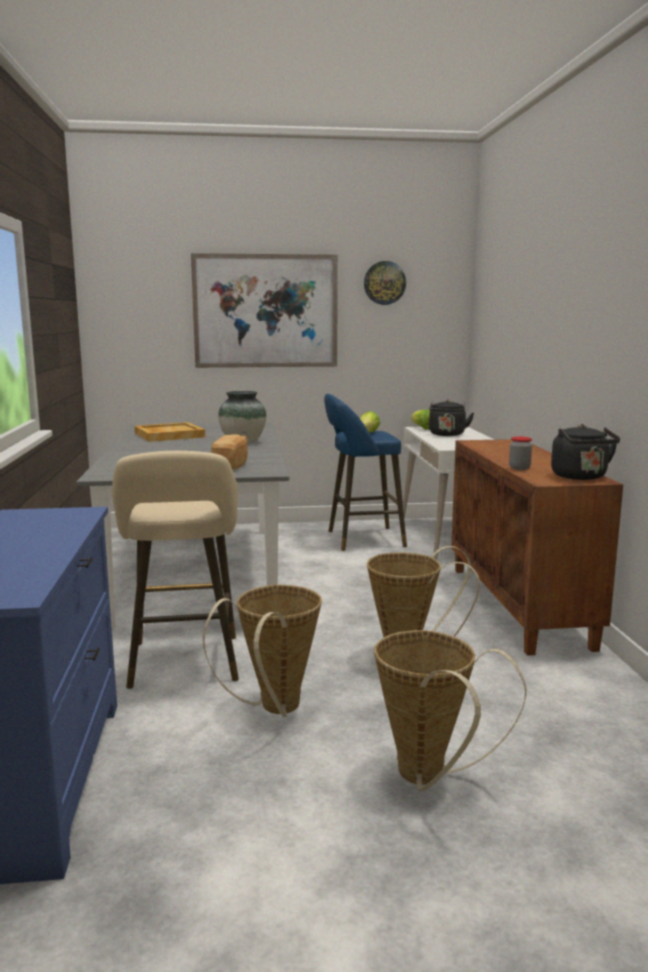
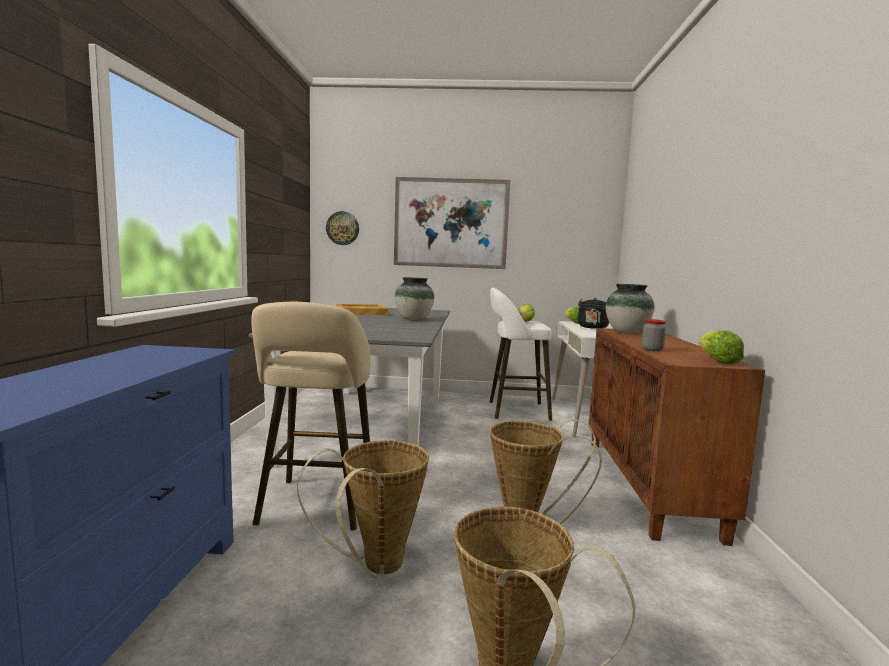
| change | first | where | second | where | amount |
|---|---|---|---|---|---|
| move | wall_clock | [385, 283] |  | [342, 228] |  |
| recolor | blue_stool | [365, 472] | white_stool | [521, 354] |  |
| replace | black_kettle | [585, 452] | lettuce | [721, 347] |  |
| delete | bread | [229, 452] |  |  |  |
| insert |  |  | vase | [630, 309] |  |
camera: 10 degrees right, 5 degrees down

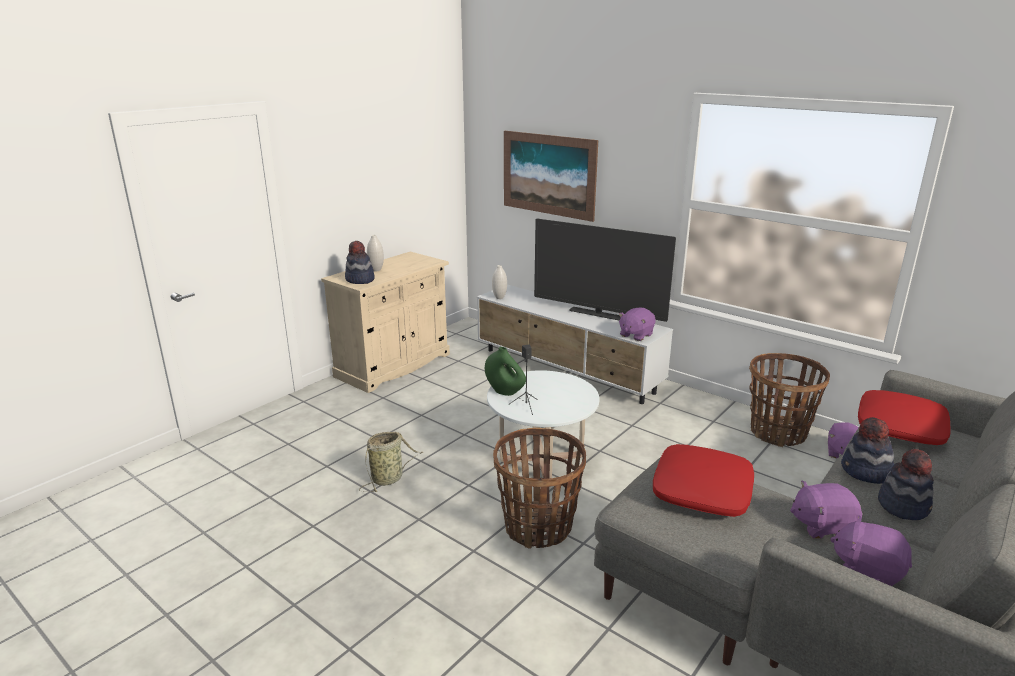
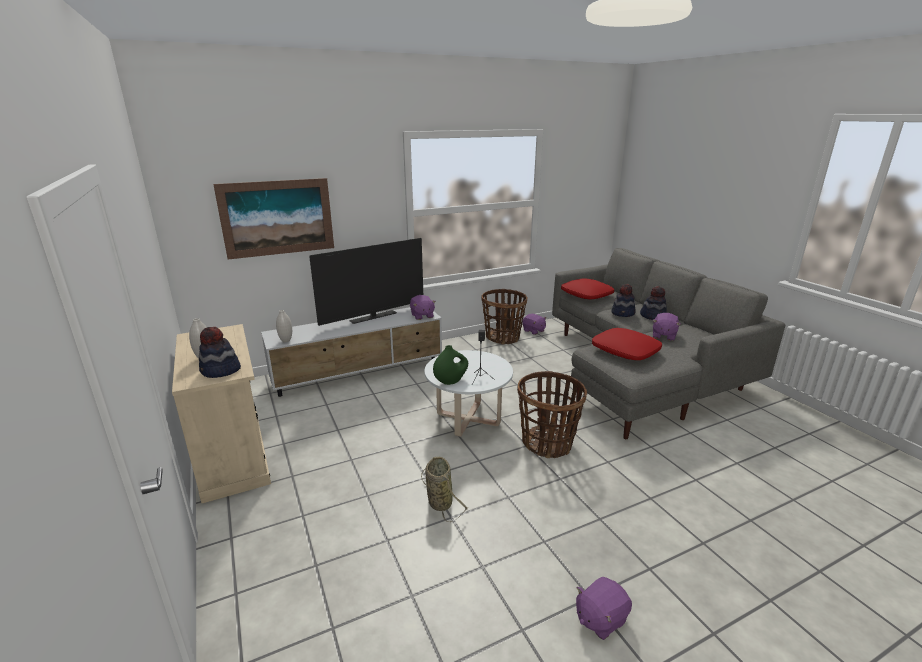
| change | first | where | second | where | amount |
|---|---|---|---|---|---|
| move | purple_plush_toy | [871, 551] |  | [604, 608] |  |
camera: 65 degrees left, 0 degrees up

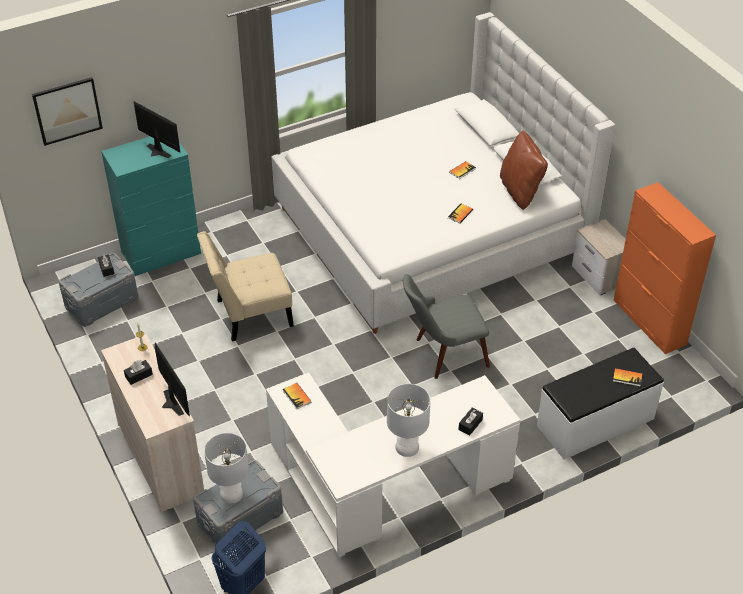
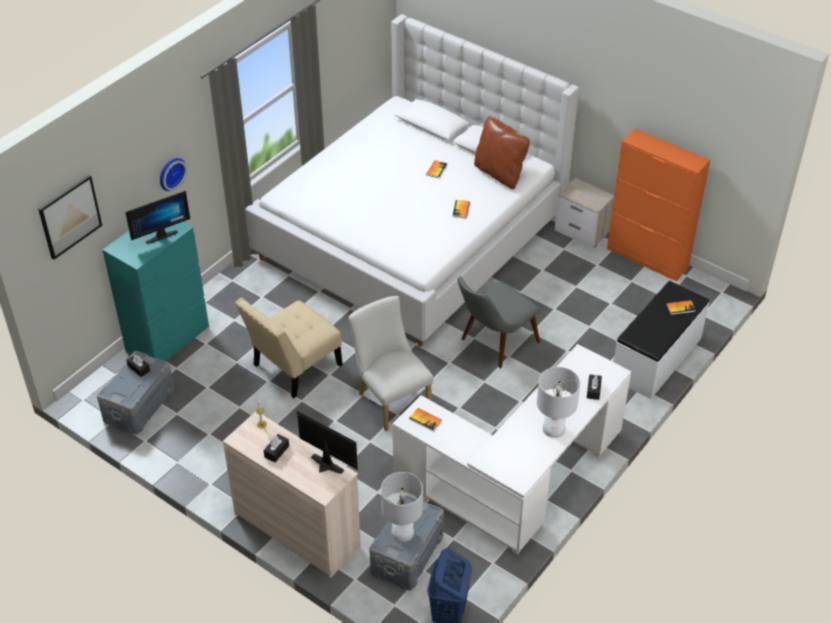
| change | first | where | second | where | amount |
|---|---|---|---|---|---|
| rotate | monitor | [156, 129] |  | [157, 217] | 135 degrees clockwise |
| insert |  |  | wall_clock | [173, 174] |  |
| insert |  |  | white_chair | [390, 363] |  |
camera: 25 degrees left, 0 degrees up

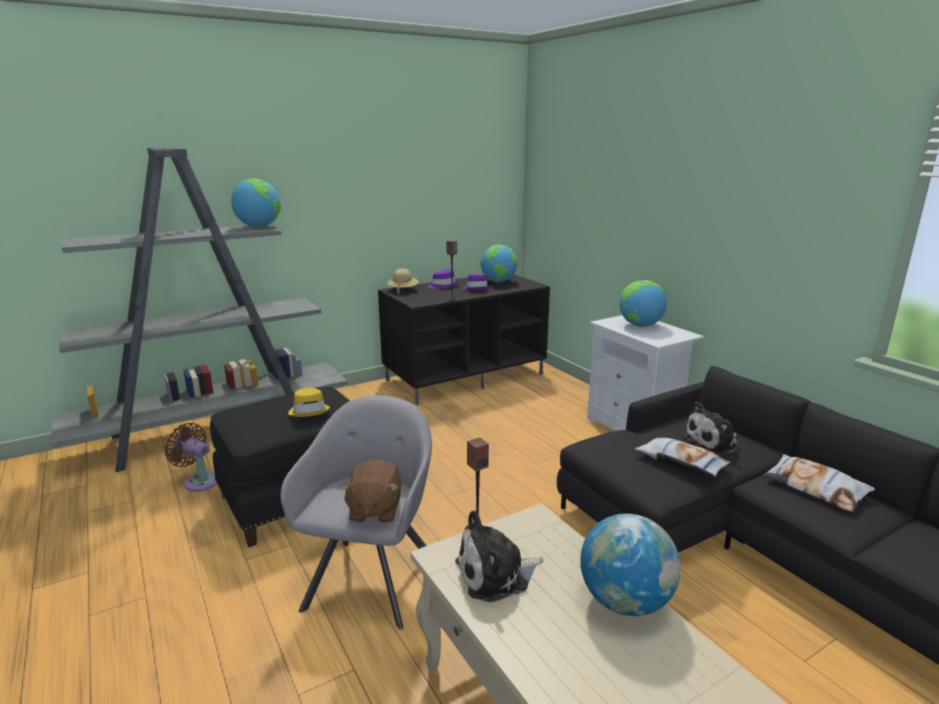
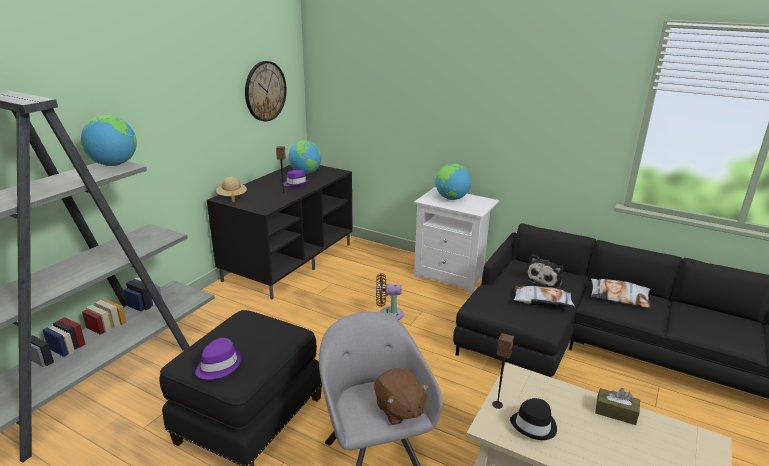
| change | first | where | second | where | amount |
|---|---|---|---|---|---|
| move | purple_hat | [443, 279] |  | [218, 358] |  |
| delete | yellow_hat | [309, 402] |  |  |  |
| move | brown_fan | [191, 457] |  | [390, 296] |  |
| replace | plush_toy | [499, 556] | black_hat | [533, 419] |  |
| replace | globe | [630, 565] | brown_tissue_box | [617, 406] |  |
| insert |  |  | wall_clock | [266, 91] |  |
camera: 30 degrees left, 5 degrees up

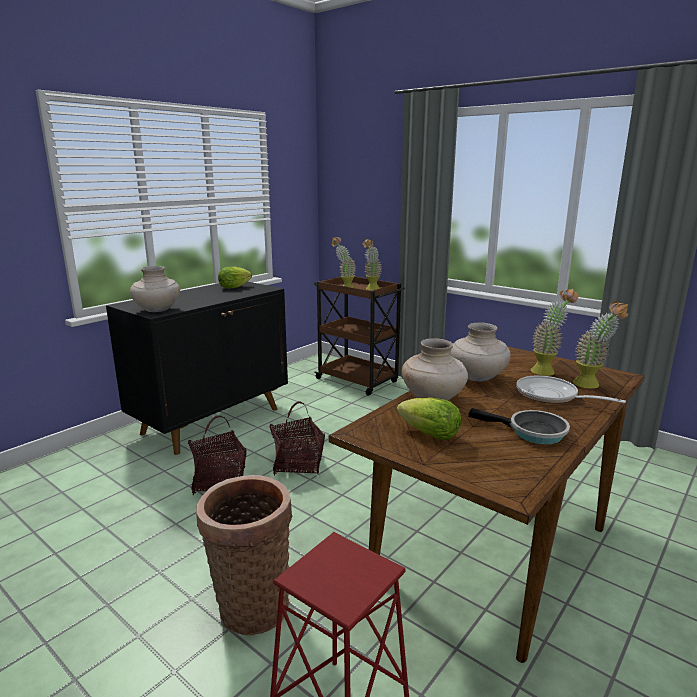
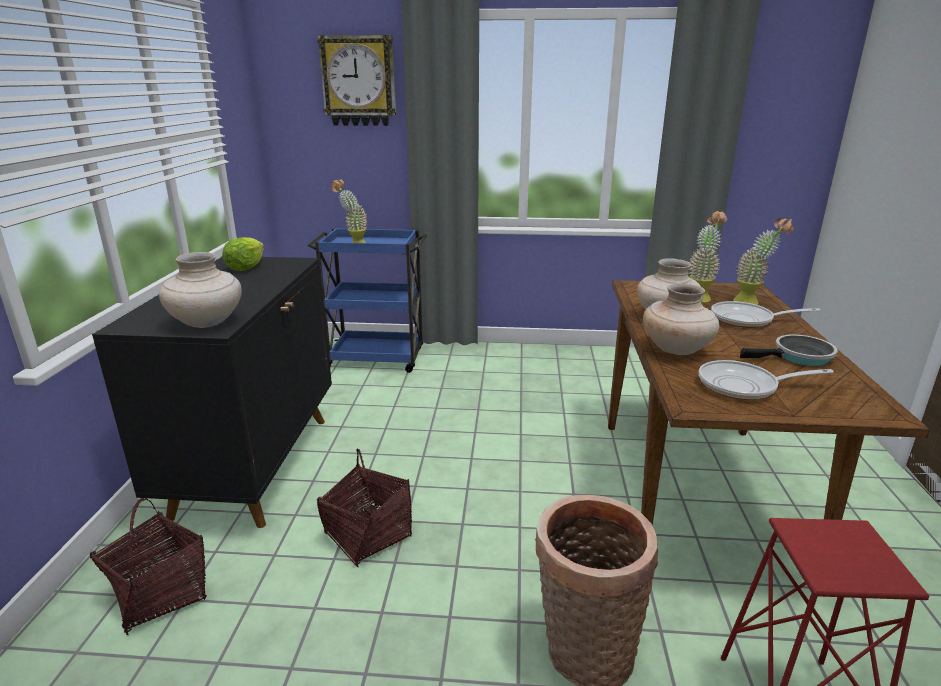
| change | first | where | second | where | amount |
|---|---|---|---|---|---|
| delete | potted_plant | [372, 264] |  |  |  |
| recolor | brown_cart | [359, 336] | blue_cart | [367, 300] |  |
| replace | lettuce | [429, 419] | frying_pan | [766, 380] |  |
| move | basket | [297, 438] |  | [148, 566] |  |
| insert |  |  | wall_clock | [356, 80] |  |
camera: 35 degrees left, 5 degrees up

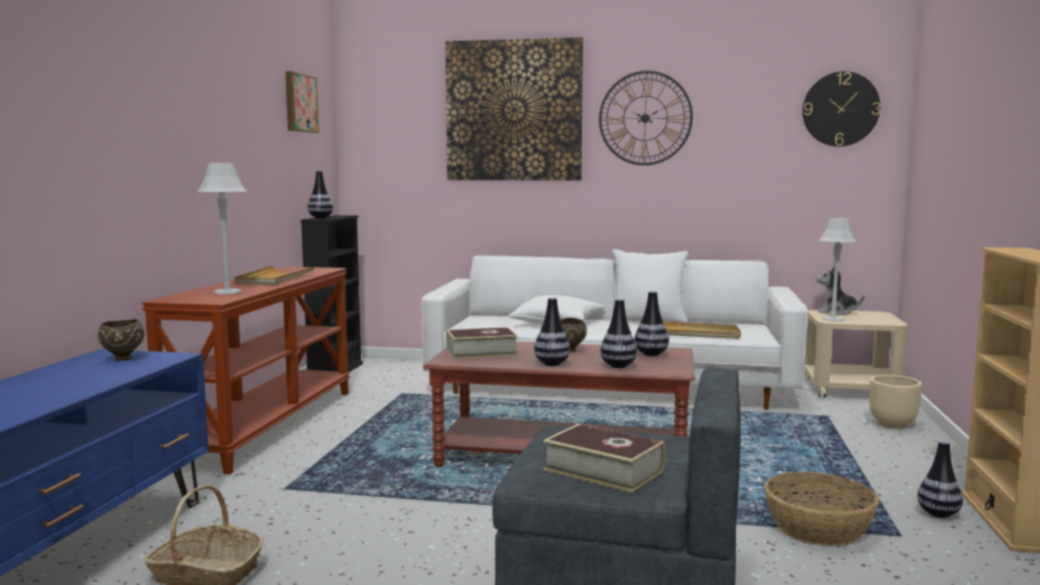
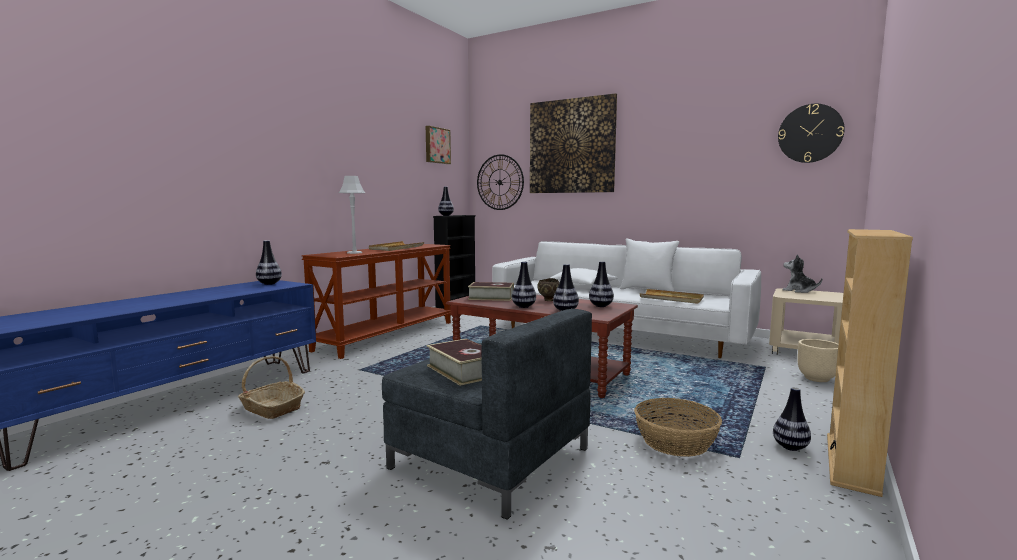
| change | first | where | second | where | amount |
|---|---|---|---|---|---|
| move | wall_clock | [646, 118] |  | [500, 182] |  |
| delete | grey_table_lamp | [838, 270] |  |  |  |
| replace | brown_bowl | [121, 340] | vase | [269, 262] |  |
camera: 20 degrees right, 0 degrees up

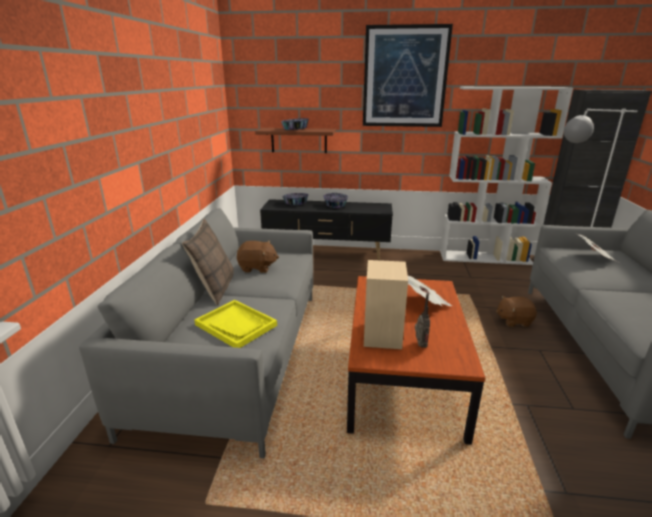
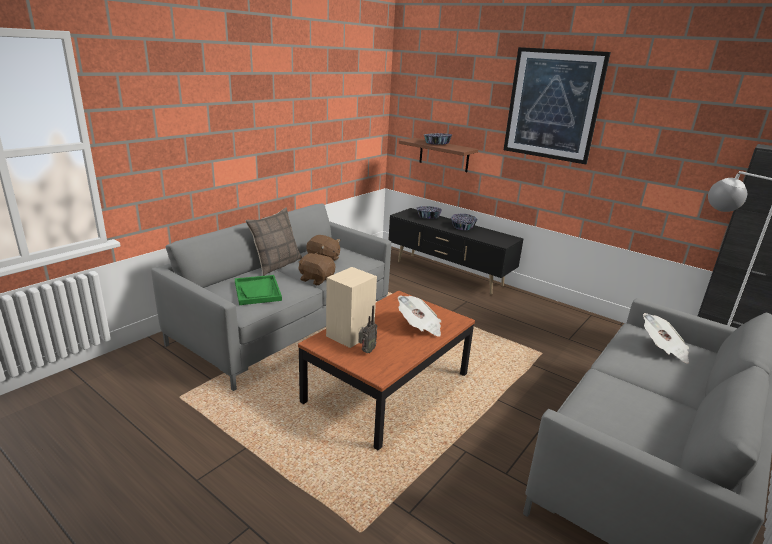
| change | first | where | second | where | amount |
|---|---|---|---|---|---|
| delete | white_bookcase | [506, 176] |  |  |  |
| move | brown_plush_toy | [516, 311] |  | [317, 269] |  |
| recolor | yellow_tray | [235, 324] | green_tray | [258, 290] |  |
camera: 30 degrees right, 0 degrees up

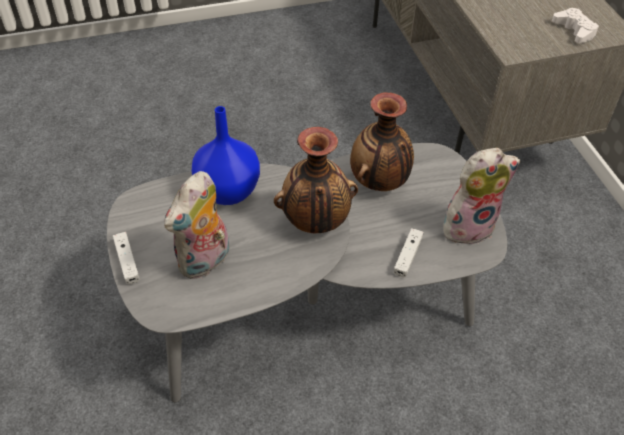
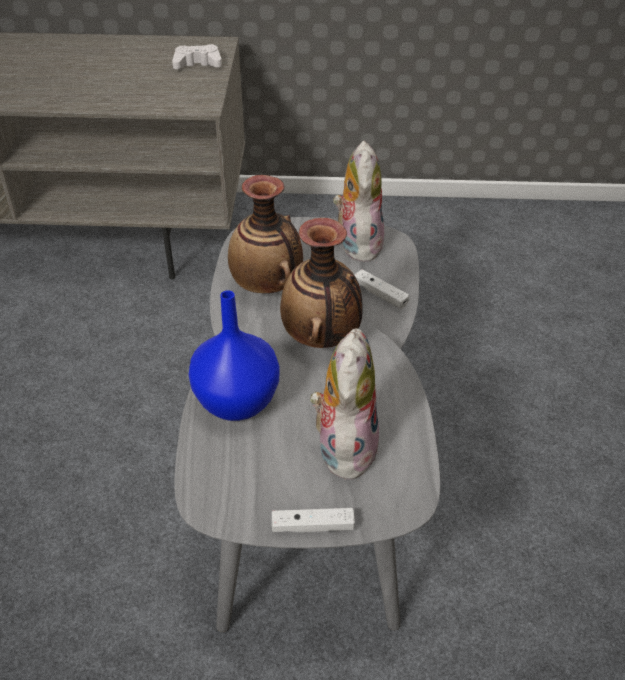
| change | first | where | second | where | amount |
|---|---|---|---|---|---|
| rotate | plush_toy | [196, 225] |  | [344, 404] | 135 degrees counterclockwise |
camera: 70 degrees left, 5 degrees down

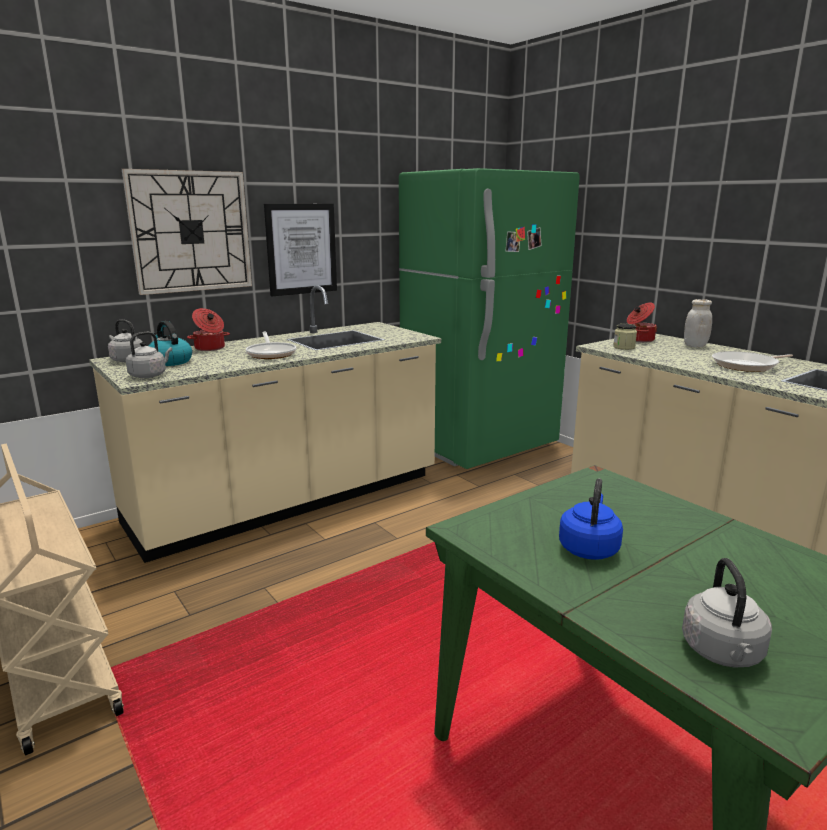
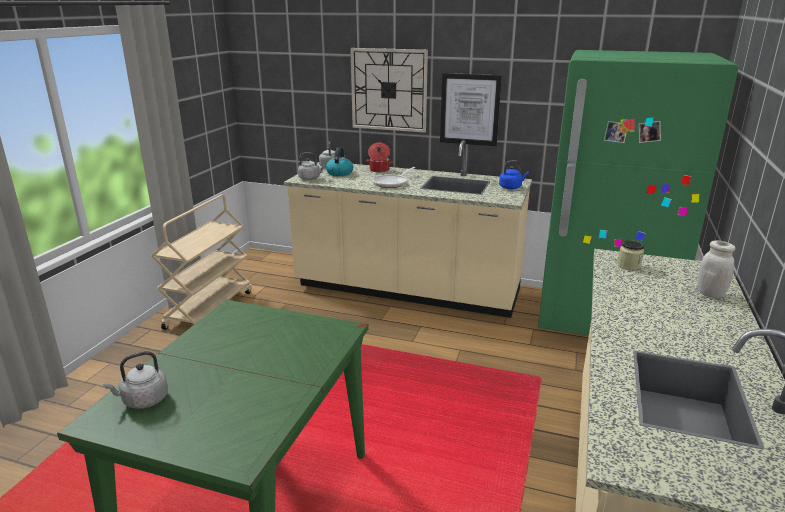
| change | first | where | second | where | amount |
|---|---|---|---|---|---|
| delete | cooking_pot | [642, 322] |  |  |  |
| delete | frying_pan | [752, 361] |  |  |  |
| move | blue_kettle | [591, 519] |  | [514, 174] |  |
camera: 55 degrees right, 5 degrees up

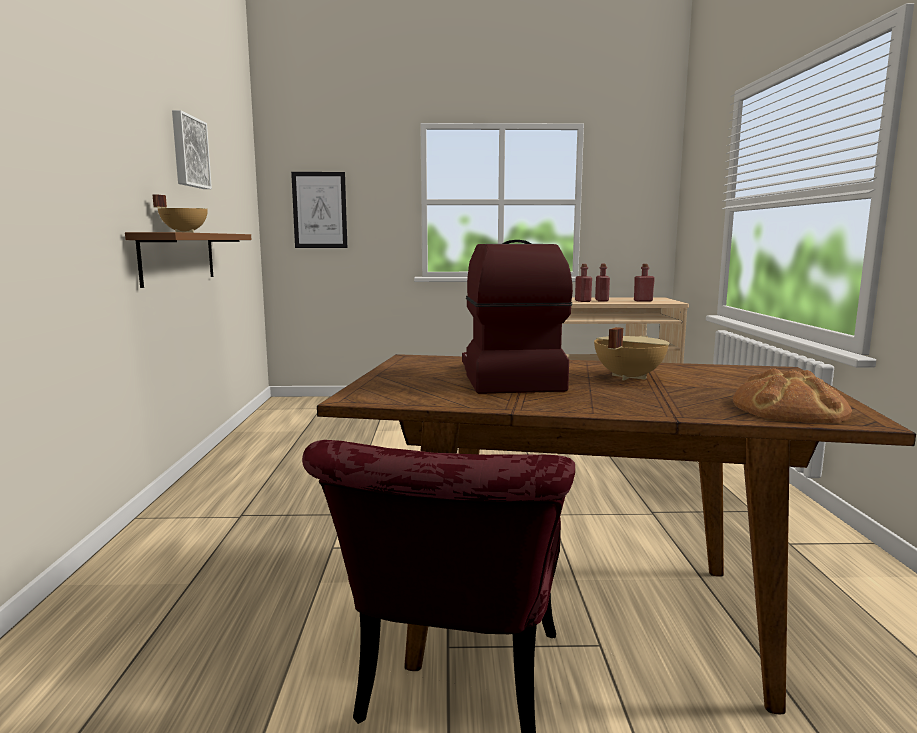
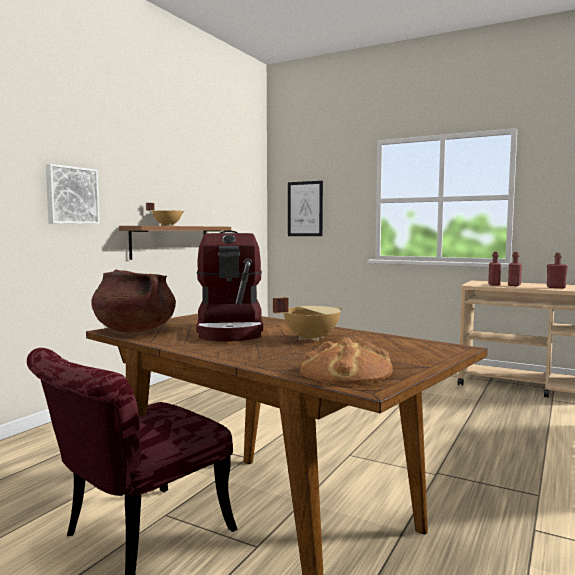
| change | first | where | second | where | amount |
|---|---|---|---|---|---|
| move | picture | [192, 149] |  | [73, 194] |  |
| rotate | coffee_machine | [517, 317] |  | [229, 286] | 150 degrees clockwise |
| insert |  |  | brown_cooking_pot | [133, 300] |  |
camera: 30 degrees right, 5 degrees down

